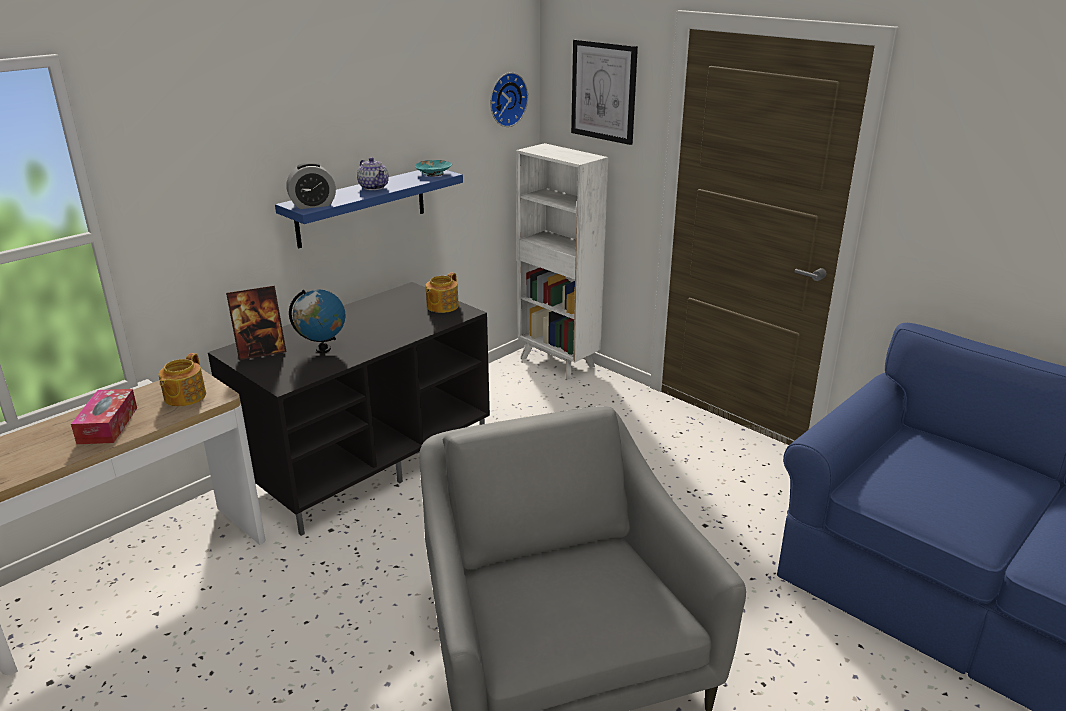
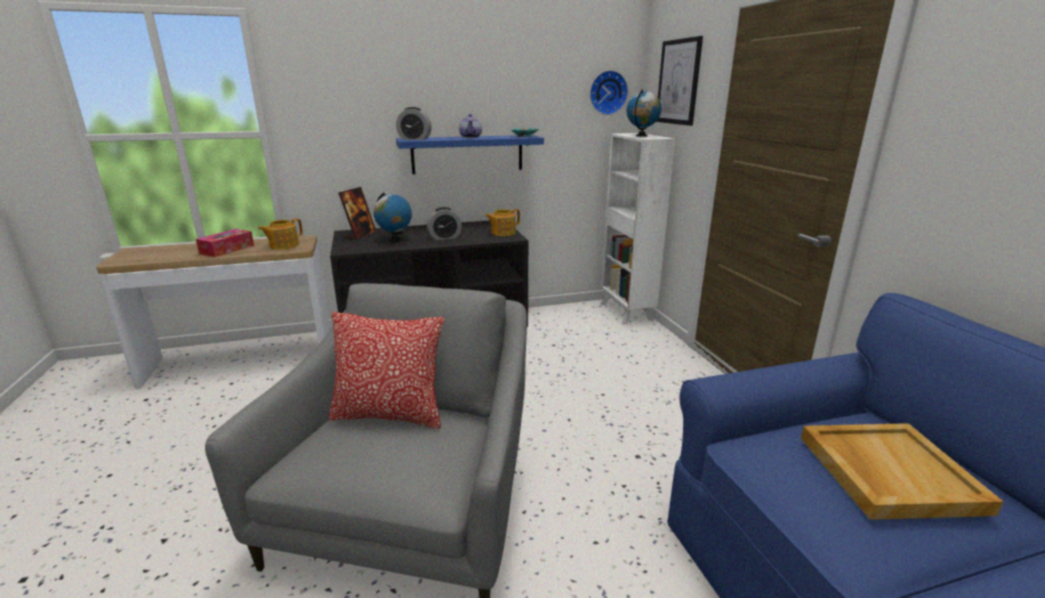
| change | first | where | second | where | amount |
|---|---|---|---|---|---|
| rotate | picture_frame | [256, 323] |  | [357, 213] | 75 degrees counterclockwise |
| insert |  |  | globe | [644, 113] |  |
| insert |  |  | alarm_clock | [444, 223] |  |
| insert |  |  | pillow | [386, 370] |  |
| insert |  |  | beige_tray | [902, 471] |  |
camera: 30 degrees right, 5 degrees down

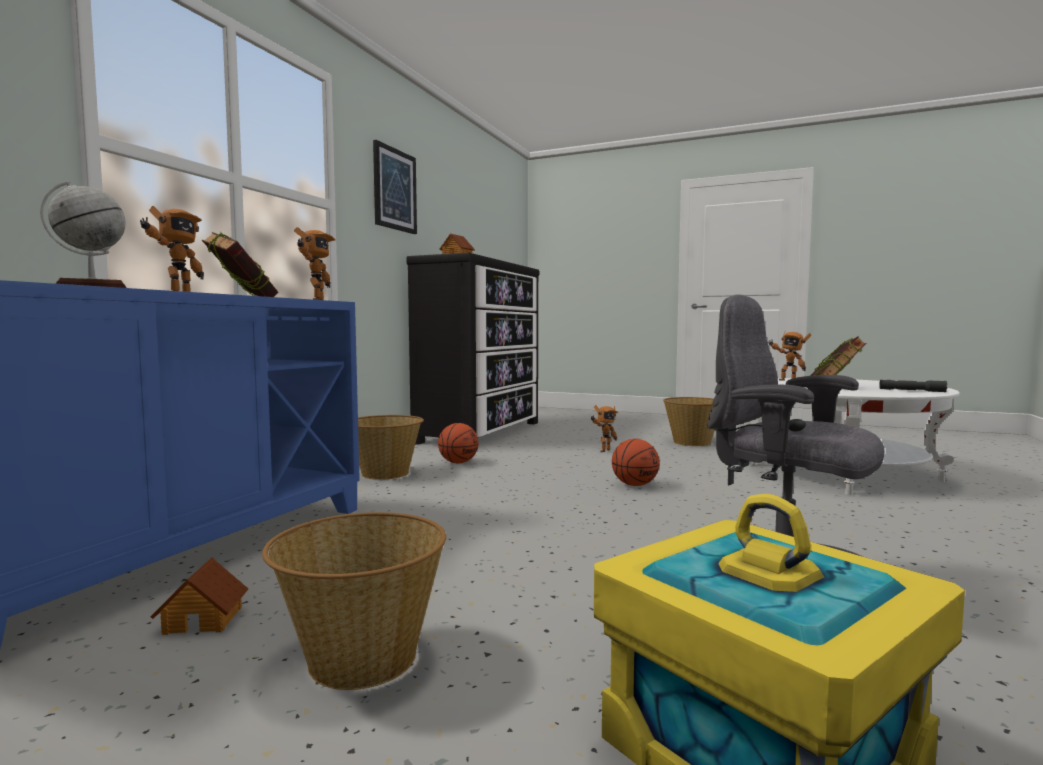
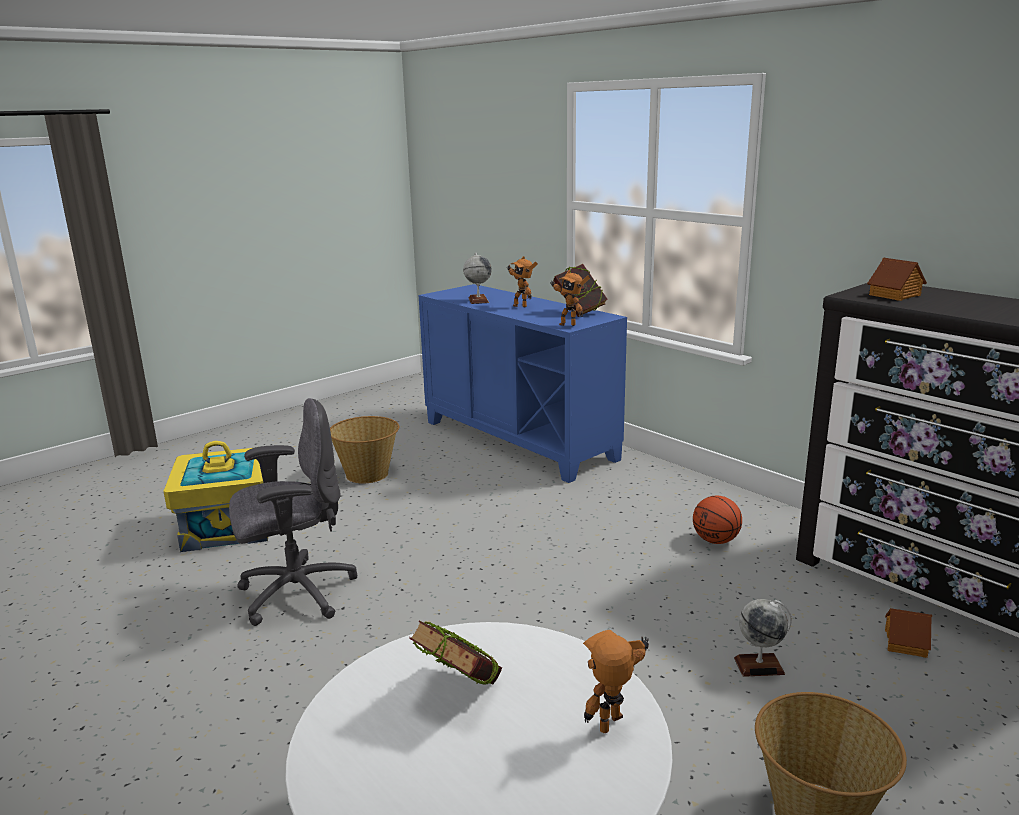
| change | first | where | second | where | amount |
|---|---|---|---|---|---|
| delete | picture | [395, 187] |  |  |  |
| delete | grey_flashlight | [913, 386] |  |  |  |
| replace | toy_robot | [604, 428] | globe | [763, 638] |  |
| delete | basket | [391, 447] |  |  |  |
| delete | basketball | [636, 462] |  |  |  |
| move | toy_house | [199, 596] |  | [908, 633] |  |
camera: 115 degrees right, 15 degrees up

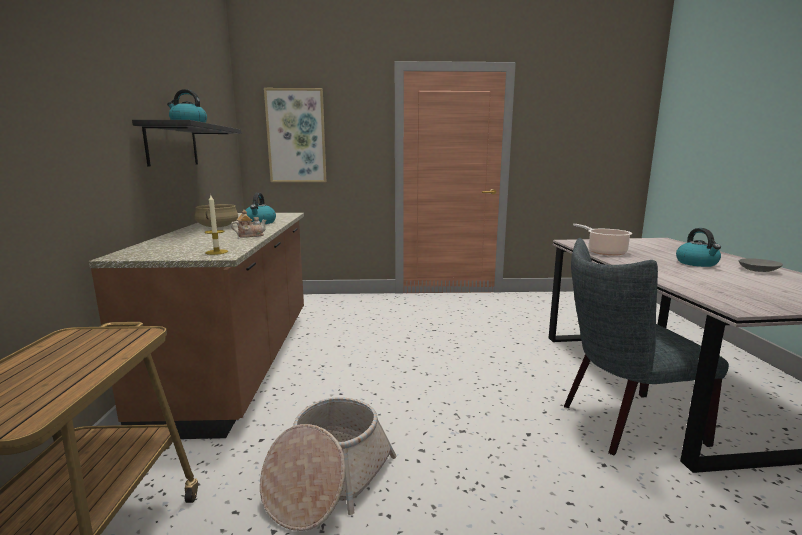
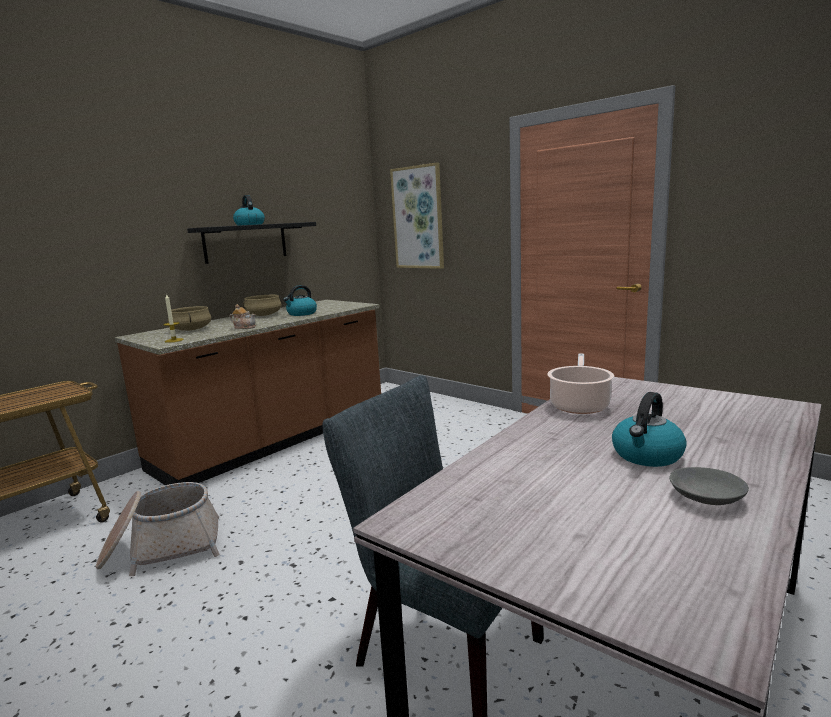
| change | first | where | second | where | amount |
|---|---|---|---|---|---|
| insert |  |  | beige_cooking_pot | [189, 318] |  |
camera: 45 degrees right, 0 degrees up

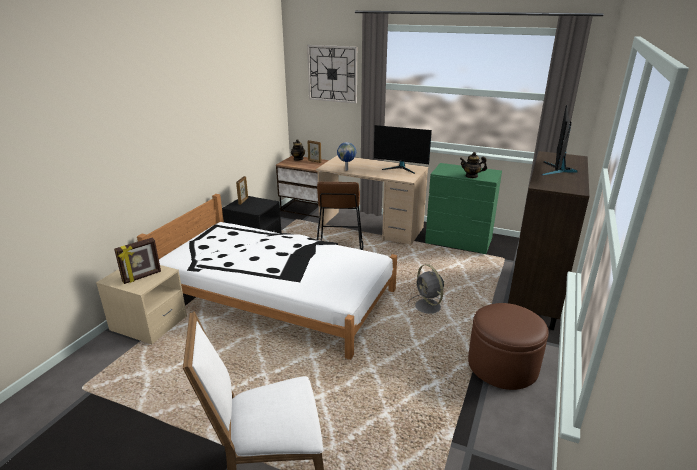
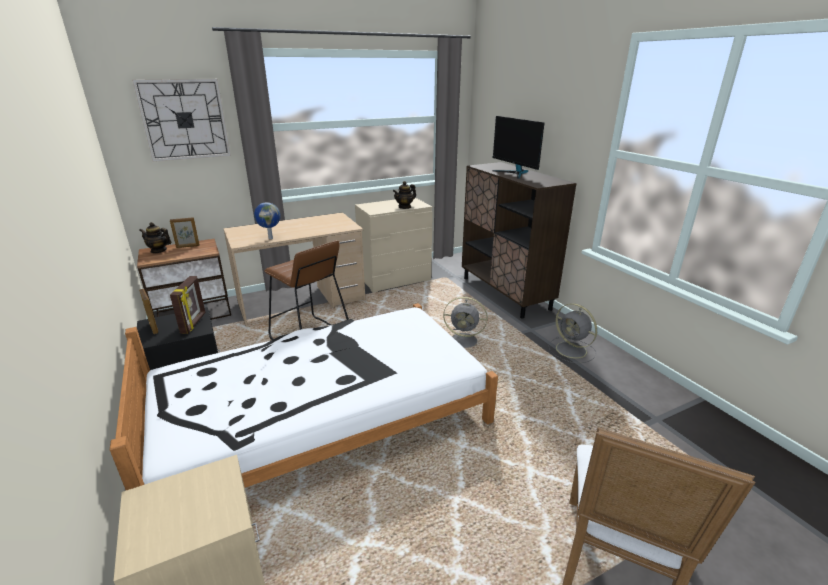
| change | first | where | second | where | amount |
|---|---|---|---|---|---|
| delete | monitor | [403, 149] |  |  |  |
| recolor | green_dresser | [463, 208] | beige_dresser | [394, 245] |  |
| move | picture_frame | [137, 261] |  | [188, 305] |  |
| replace | brown_ottoman | [508, 346] | grey_fan | [572, 333] |  |
camera: 50 degrees left, 0 degrees up

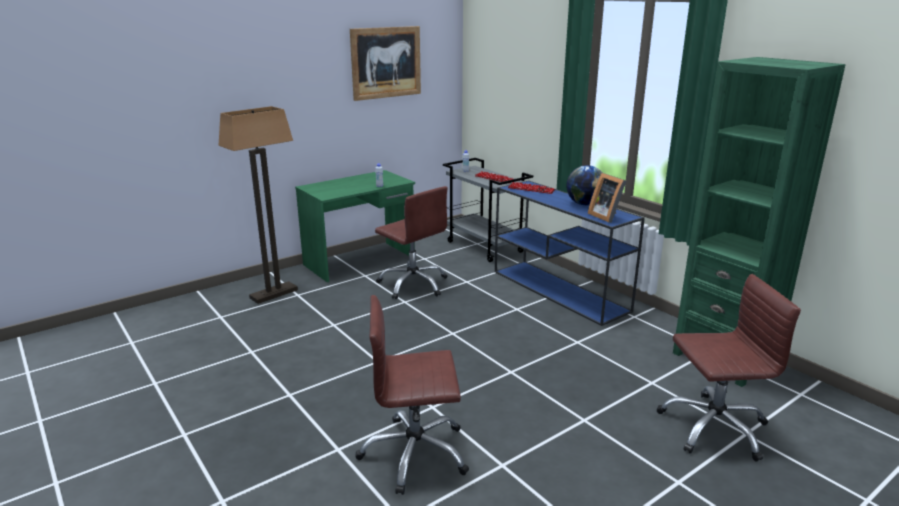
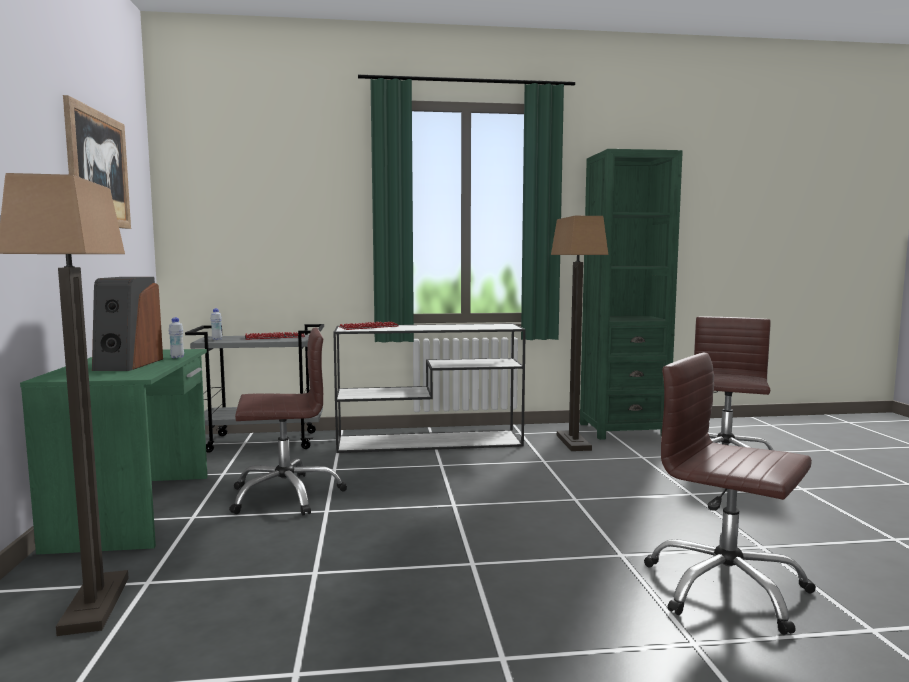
| change | first | where | second | where | amount |
|---|---|---|---|---|---|
| delete | globe | [584, 185] |  |  |  |
| delete | picture_frame | [607, 198] |  |  |  |
| recolor | blue_console_table | [570, 253] | white_console_table | [430, 388] |  |
| rotate | brown_office_chair | [412, 395] |  | [730, 494] | 105 degrees clockwise |
| insert |  |  | floor_lamp | [580, 333] |  |
| insert |  |  | speaker | [127, 324] |  |
camera: 60 degrees left, 15 degrees down

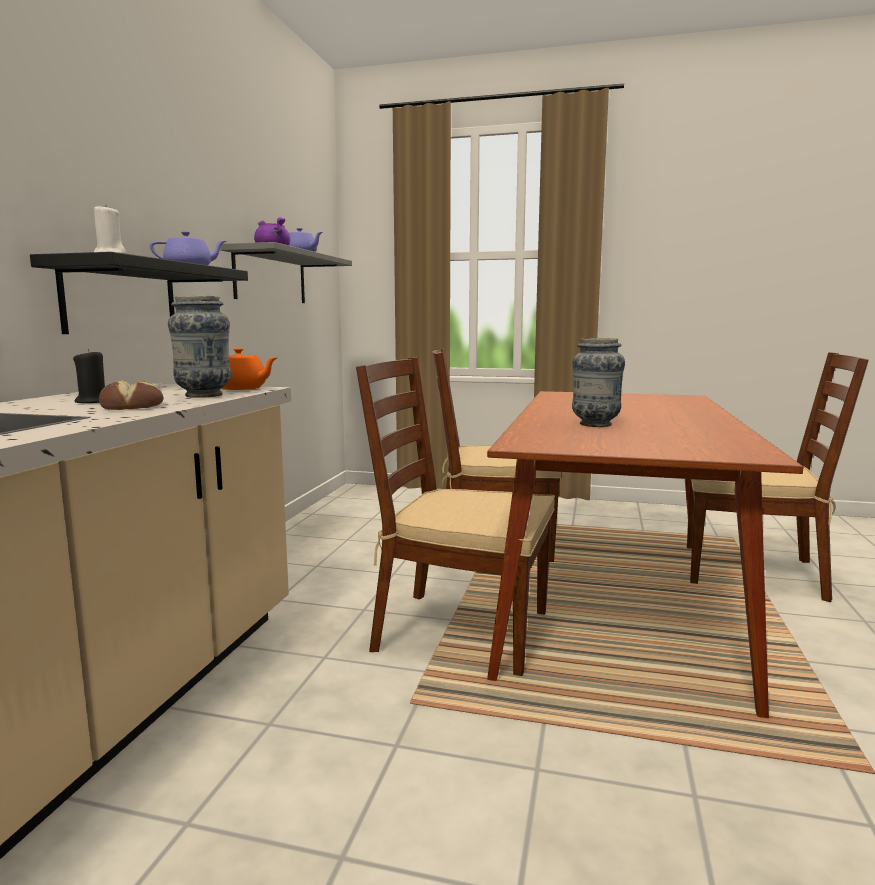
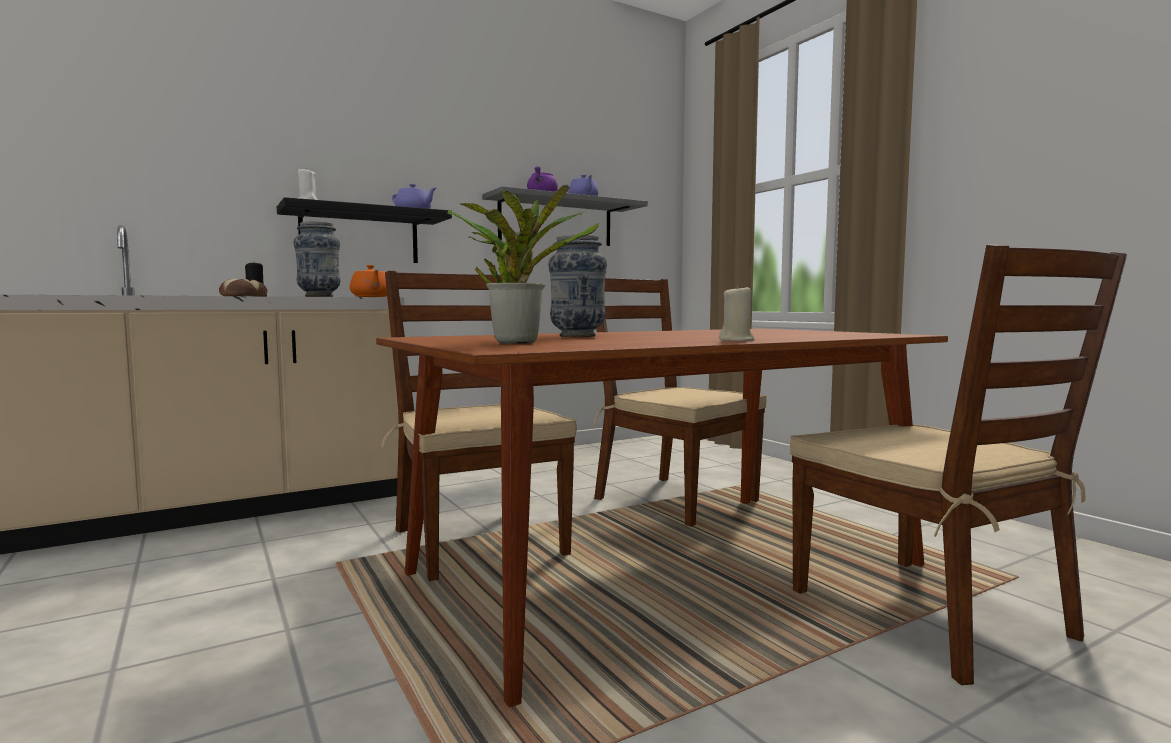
| change | first | where | second | where | amount |
|---|---|---|---|---|---|
| insert |  |  | potted_plant | [523, 264] |  |
| insert |  |  | beige_candle | [737, 312] |  |
camera: 45 degrees right, 5 degrees down

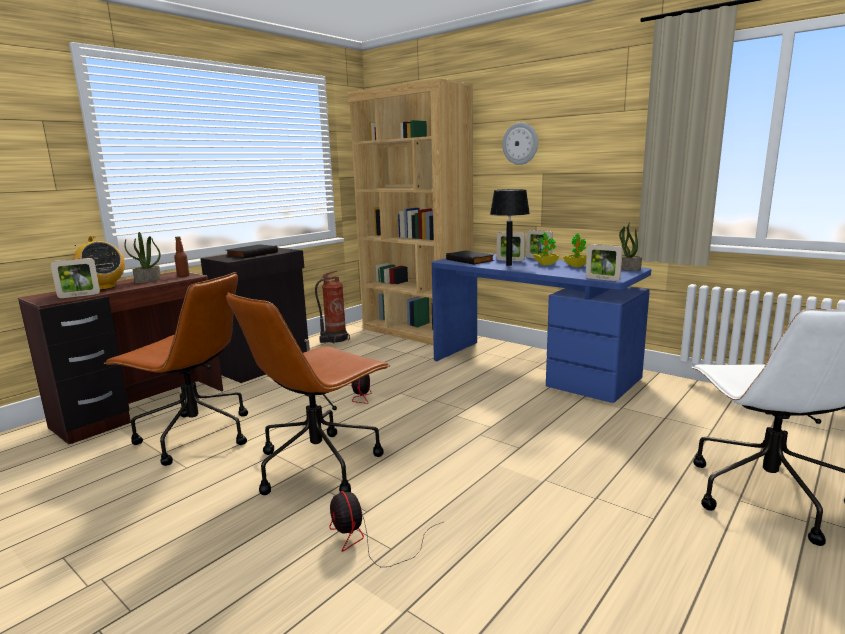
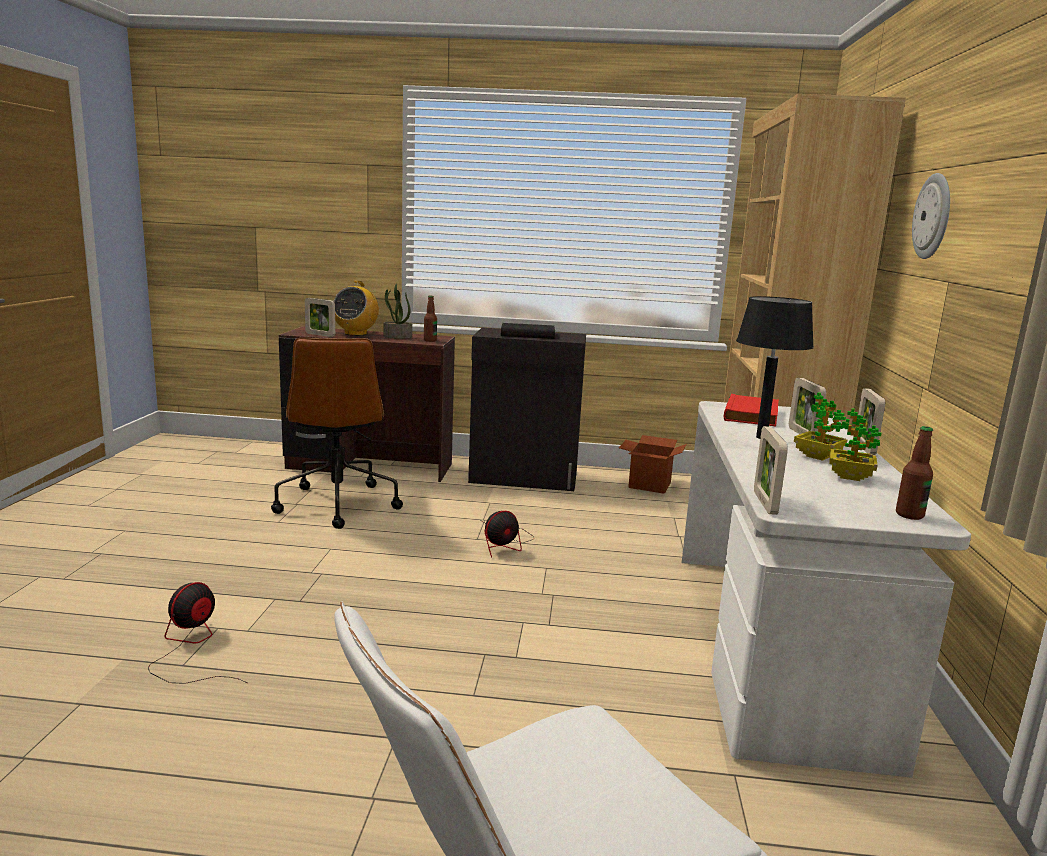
| change | first | where | second | where | amount |
|---|---|---|---|---|---|
| replace | potted_plant | [630, 246] | bottle | [914, 473] |  |
| recolor | black_book | [470, 257] | red_book | [751, 410] |  |
| recolor | blue_desk | [541, 328] | white_desk | [826, 589] |  |
| replace | fire_extinguisher | [332, 307] | cardboard_box | [653, 464] |  |
| delete | brown_office_chair | [308, 394] |  |  |  |
camera: 55 degrees right, 0 degrees up

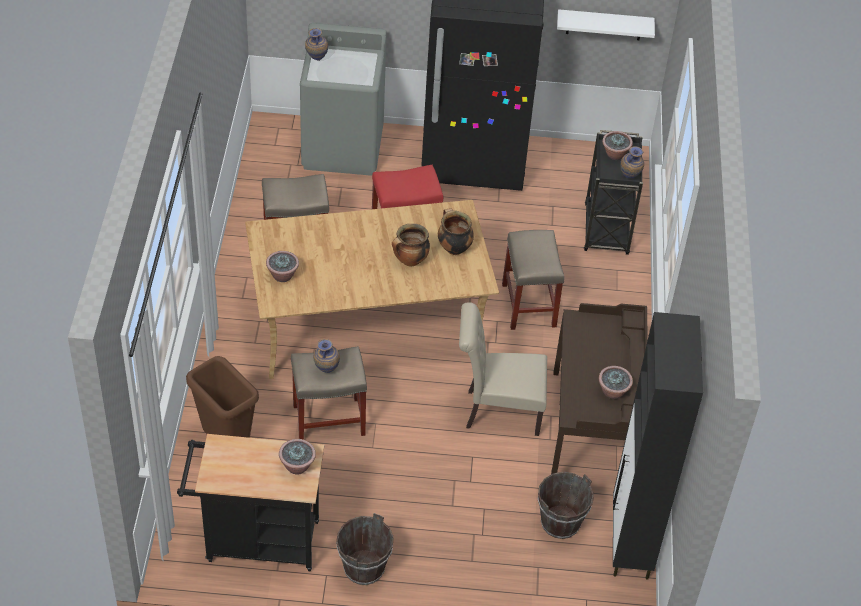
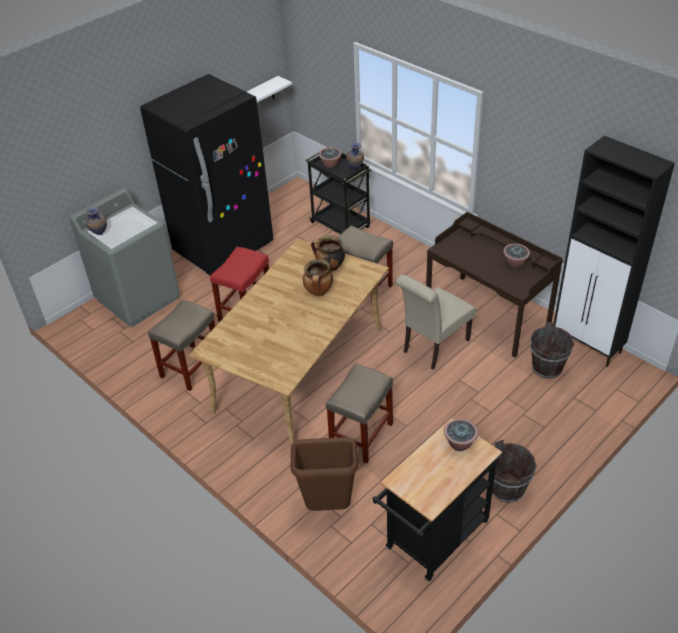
| change | first | where | second | where | amount |
|---|---|---|---|---|---|
| delete | potted_plant | [282, 266] |  |  |  |
| delete | vase | [326, 356] |  |  |  |
camera: 45 degrees left, 5 degrees down

